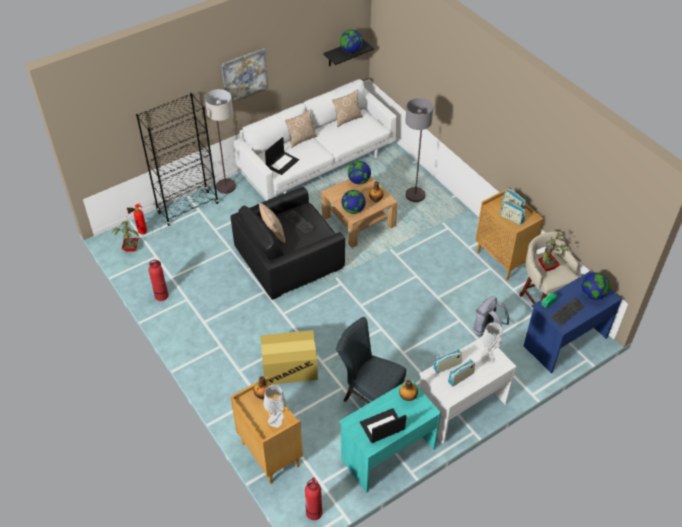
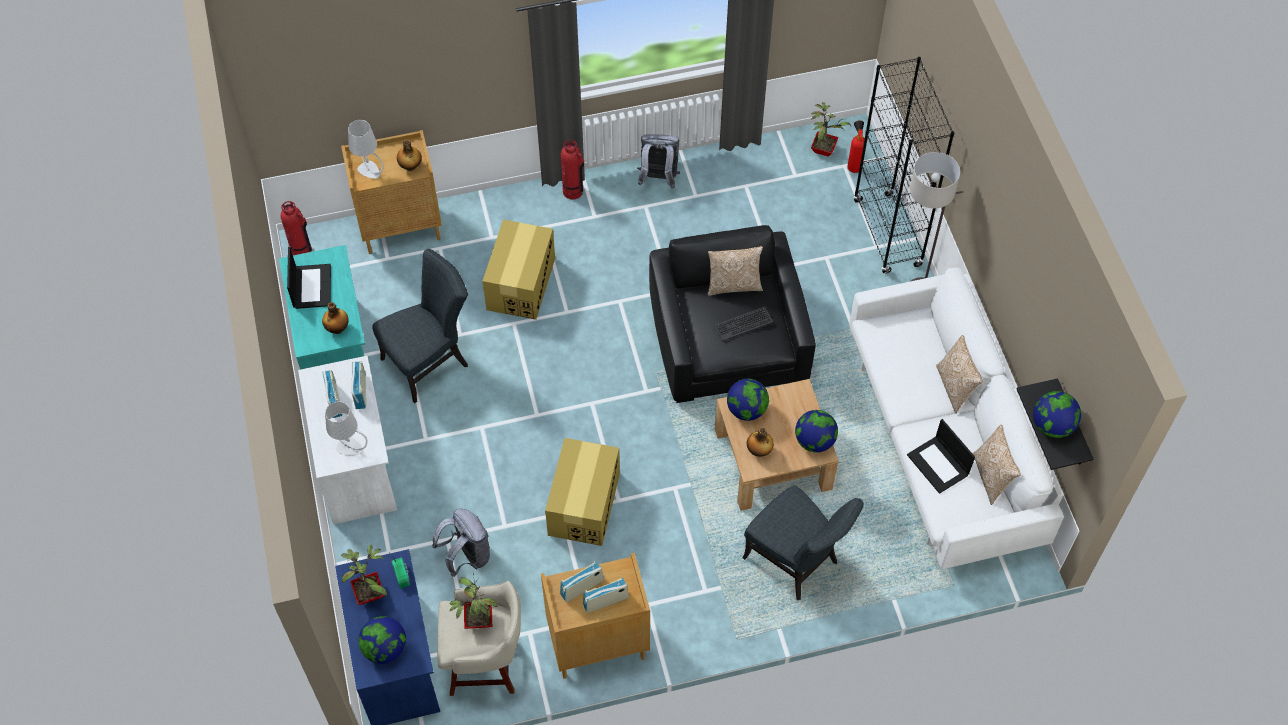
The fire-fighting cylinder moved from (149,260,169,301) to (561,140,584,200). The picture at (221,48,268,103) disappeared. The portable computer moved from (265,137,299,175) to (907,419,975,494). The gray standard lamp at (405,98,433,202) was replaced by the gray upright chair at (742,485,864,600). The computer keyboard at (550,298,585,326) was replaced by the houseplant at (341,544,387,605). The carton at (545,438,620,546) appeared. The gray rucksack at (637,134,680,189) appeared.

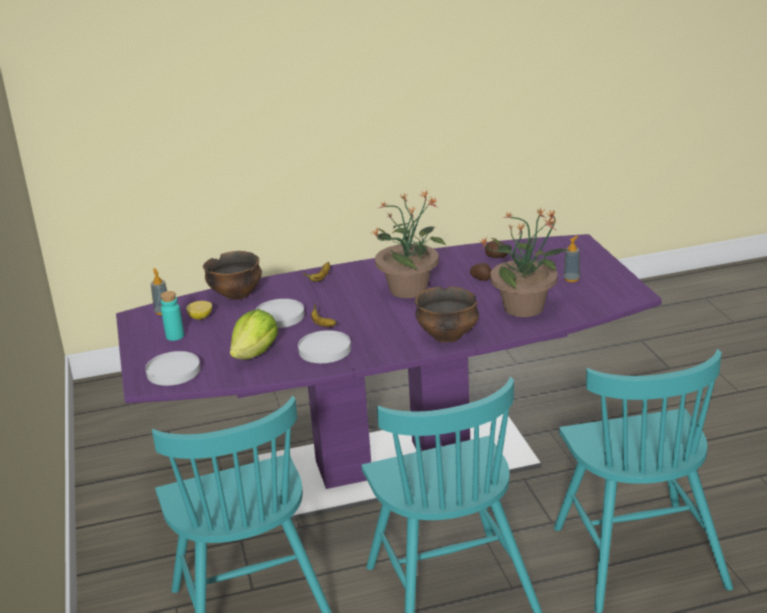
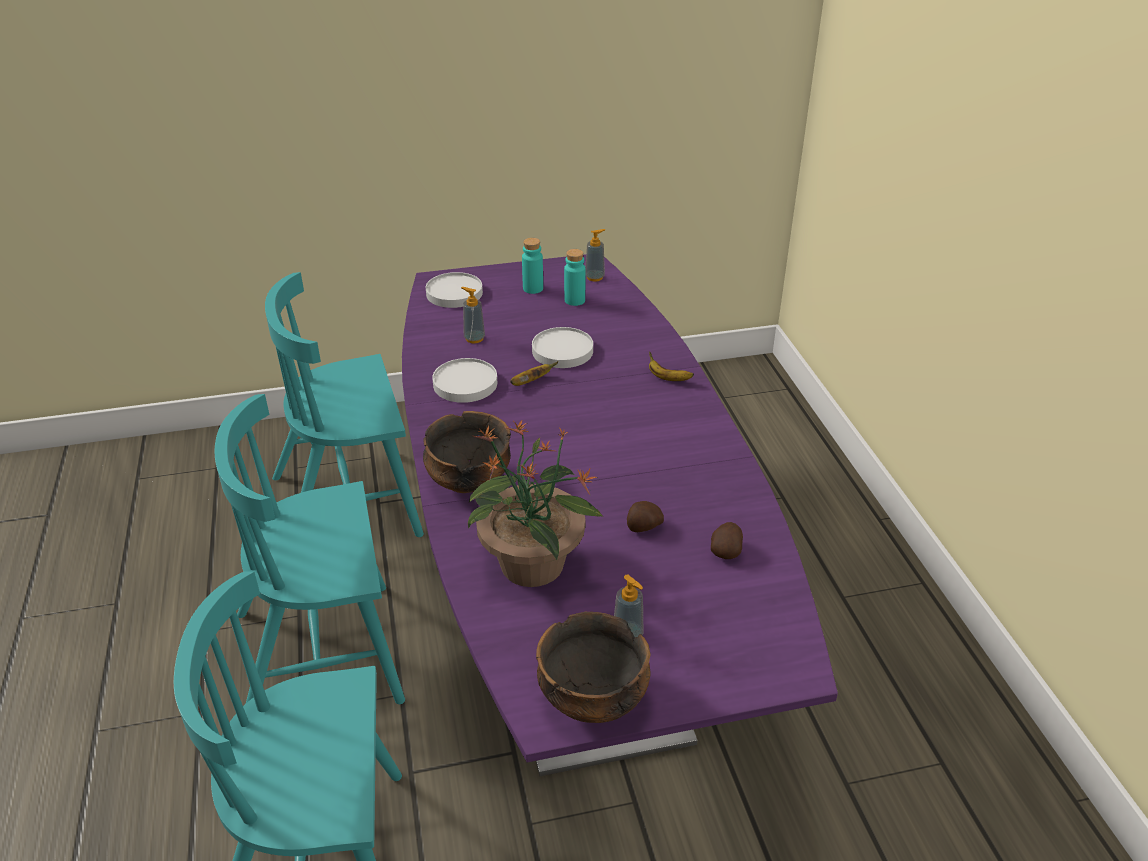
The citrus fruit at (186,301,212,320) was replaced by the blue-green bottle at (564,249,586,306). The bowl moved from (203,251,262,300) to (536,612,651,723). The lettuce at (230,309,278,360) was replaced by the liquid soap bottle at (461,287,485,344). The houseplant at (372,191,446,298) disappeared.

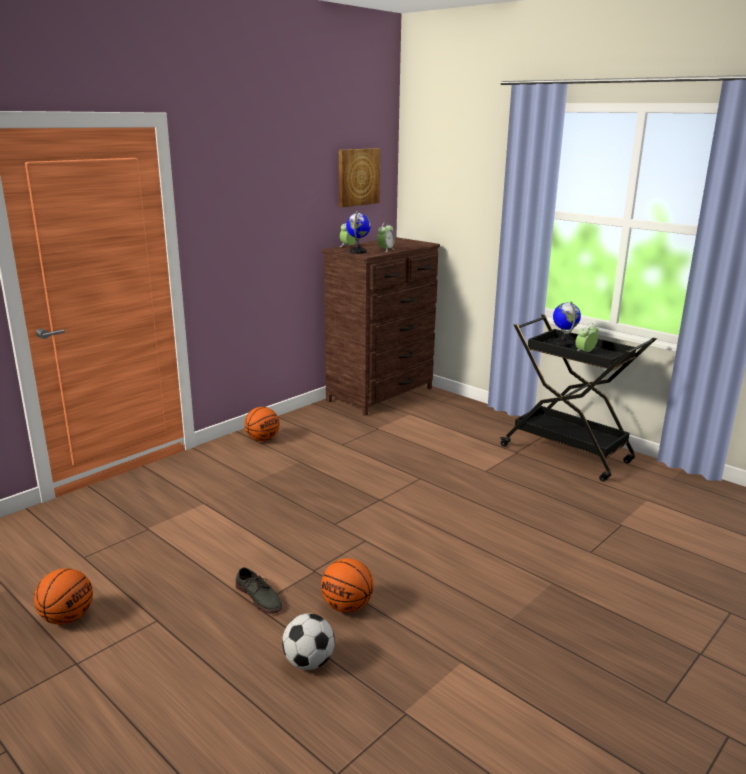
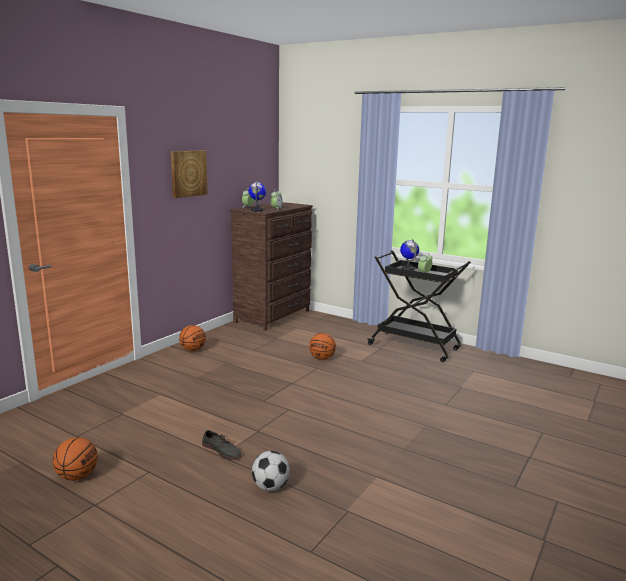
The basketball moved from (321,558,373,613) to (309,333,336,360). The picture moved from (339,148,380,207) to (171,150,208,198).

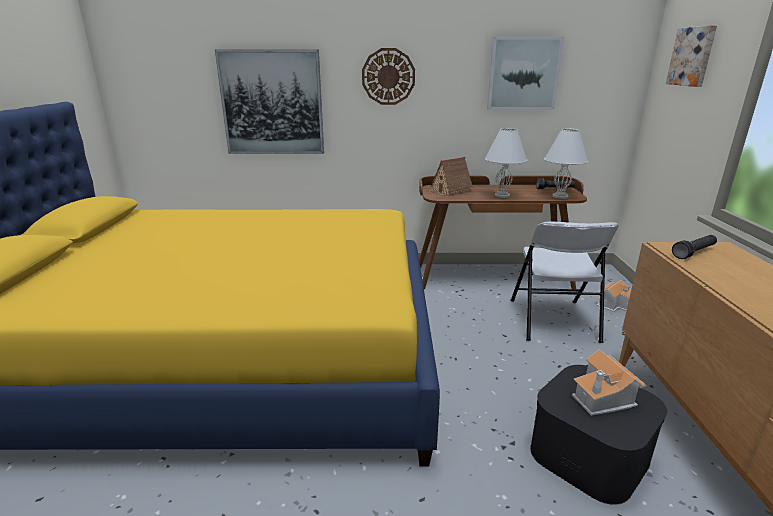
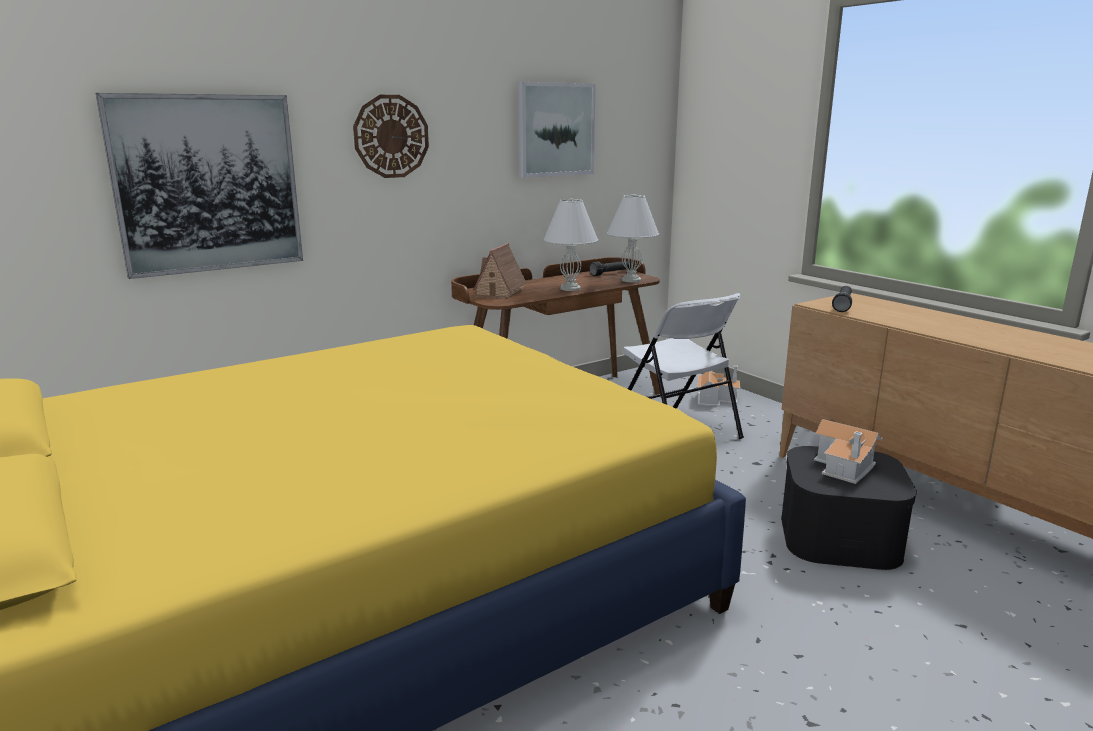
The picture at (666,25,717,87) disappeared.

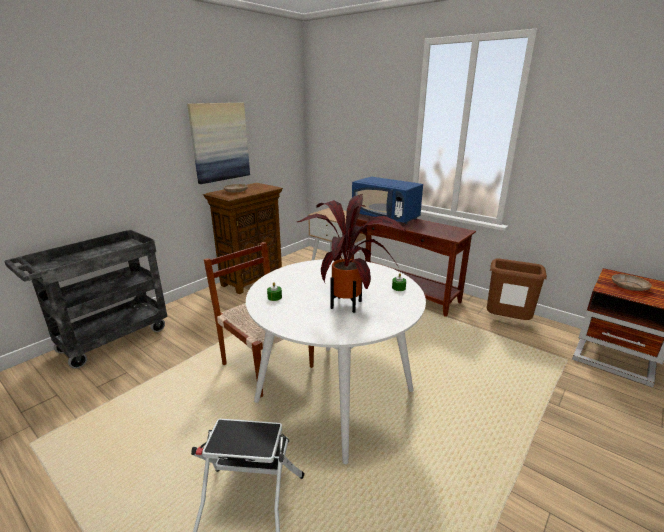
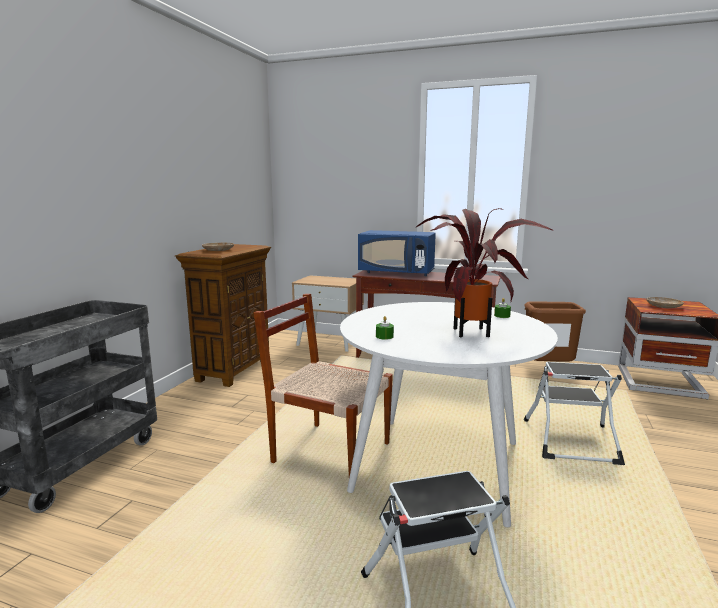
The picture at (187,103,250,184) disappeared. The step ladder at (524,362,625,465) appeared.

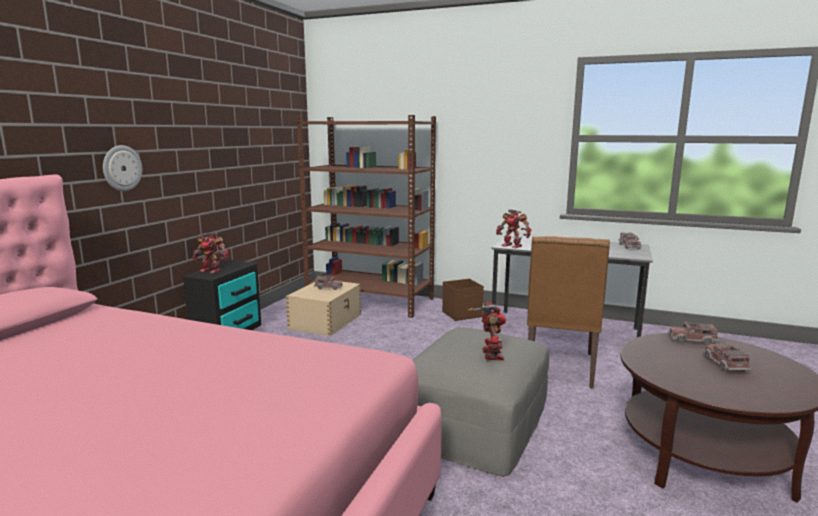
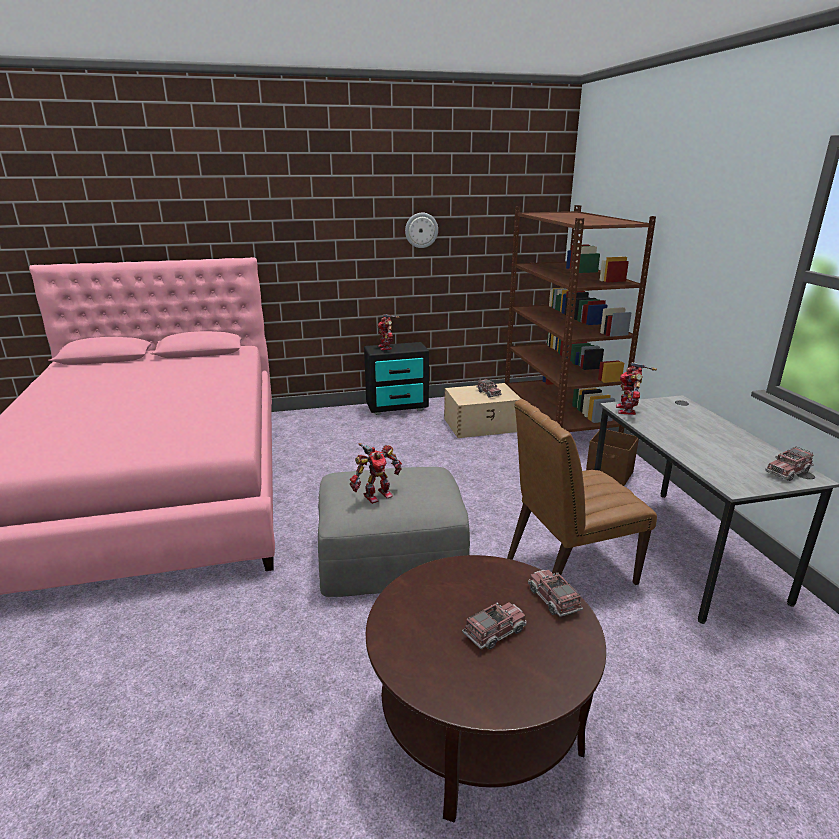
The clock on the wall moved from (103,145,142,191) to (405,213,438,248).

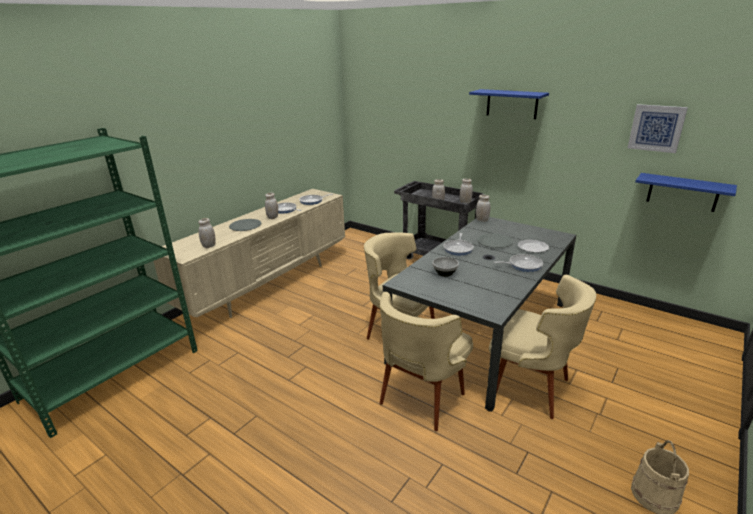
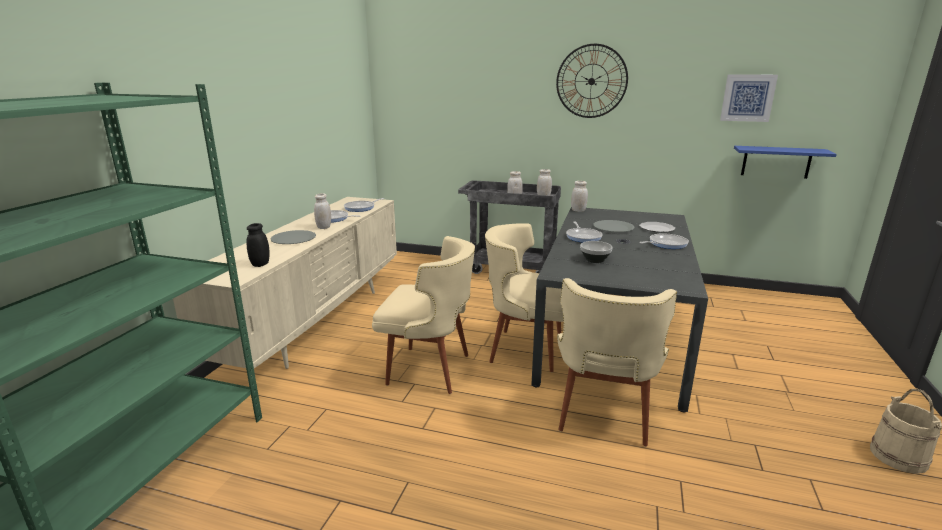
The whitish storage jar at (198,218,216,248) became the blackish storage jar at (246,223,270,267). The blue-coloured wall shelf at (469,89,549,119) was replaced by the clock on the wall at (556,44,628,118). The beige upright chair moved from (489,274,596,419) to (372,236,475,394).

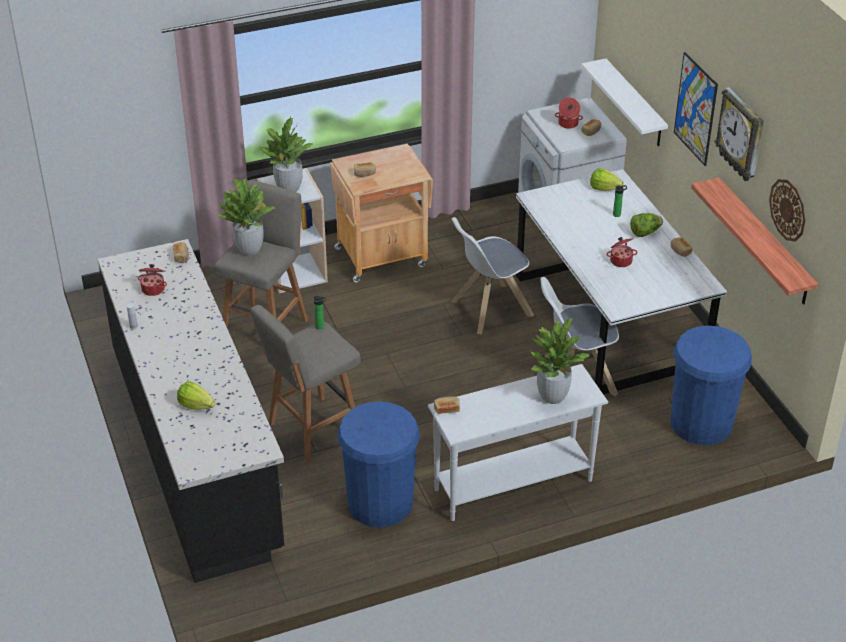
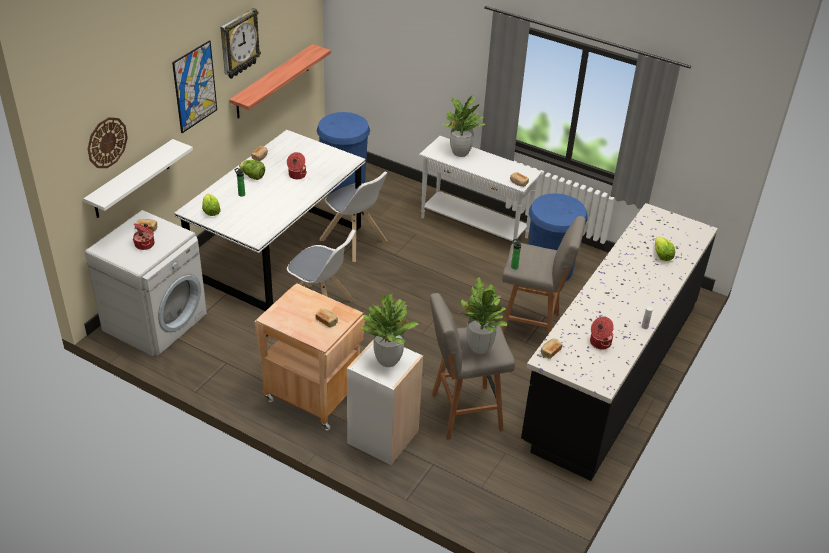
The clock on the wall moved from (769,179,806,242) to (88,117,128,168).

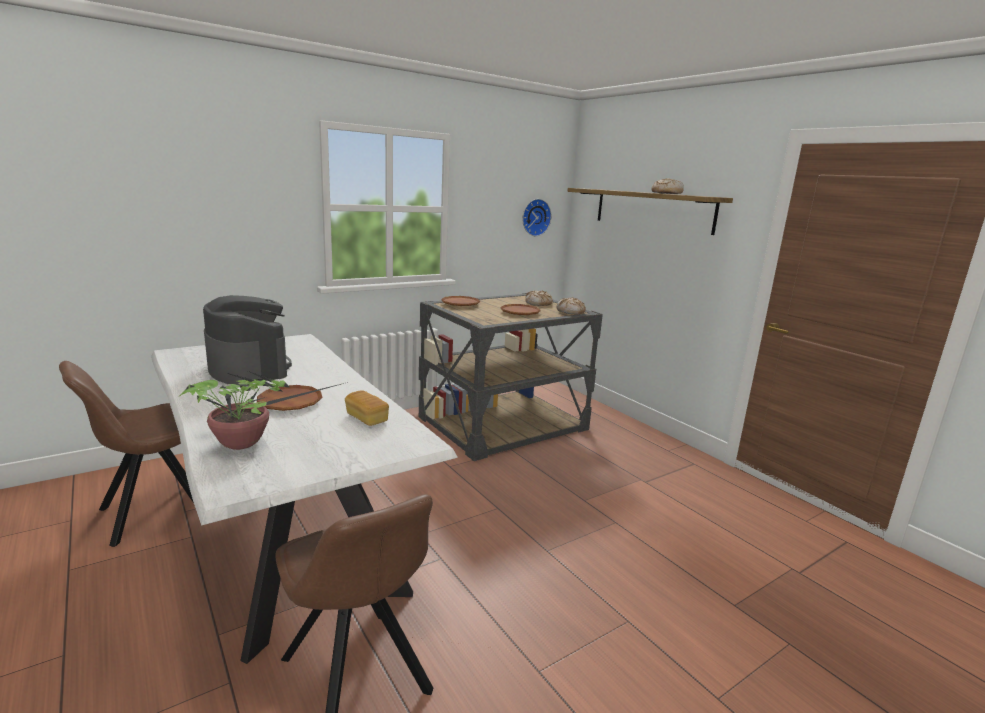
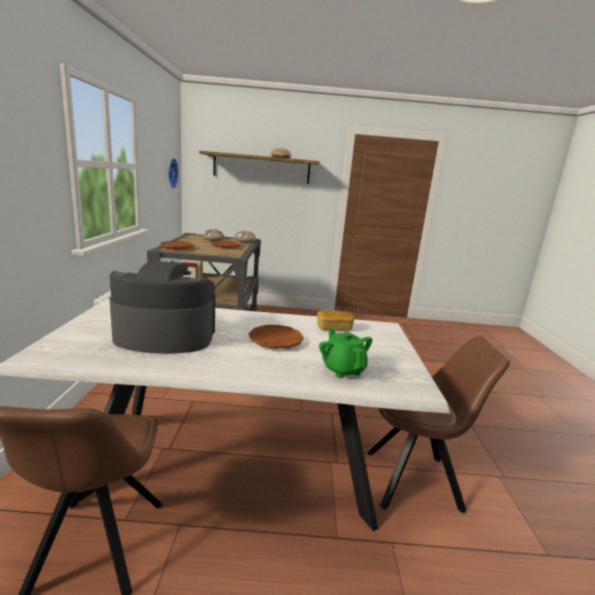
The houseplant at (179,371,348,450) was replaced by the green-coloured pot for tea at (319,328,372,378).

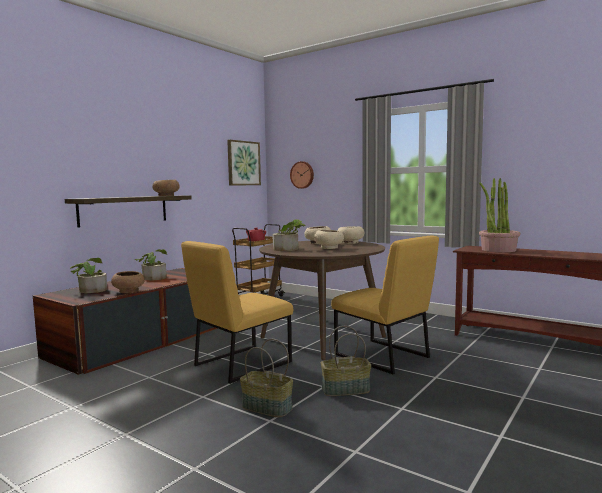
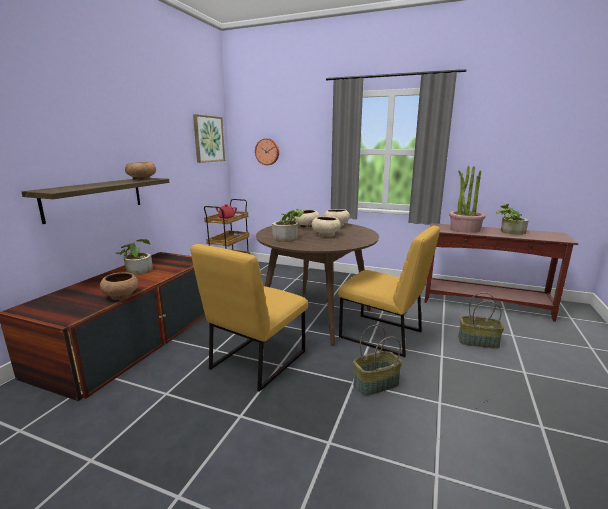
The houseplant moved from (70,258,107,293) to (496,204,529,235). The storage basket moved from (240,339,293,418) to (458,292,504,349).

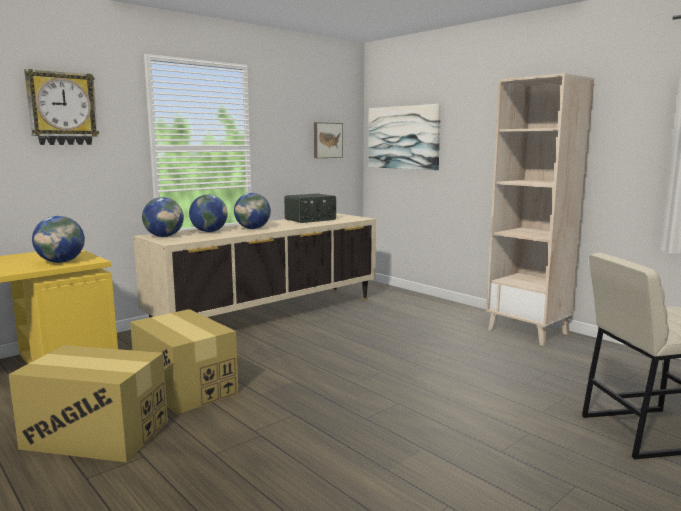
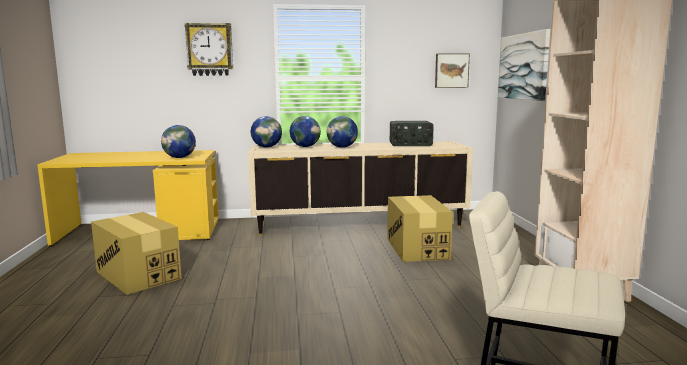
The carton moved from (130,309,238,415) to (387,195,453,262).

